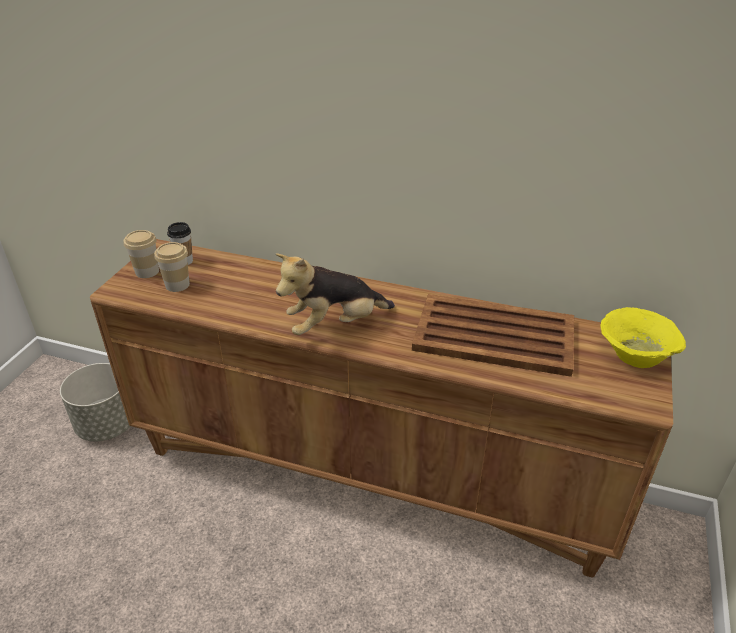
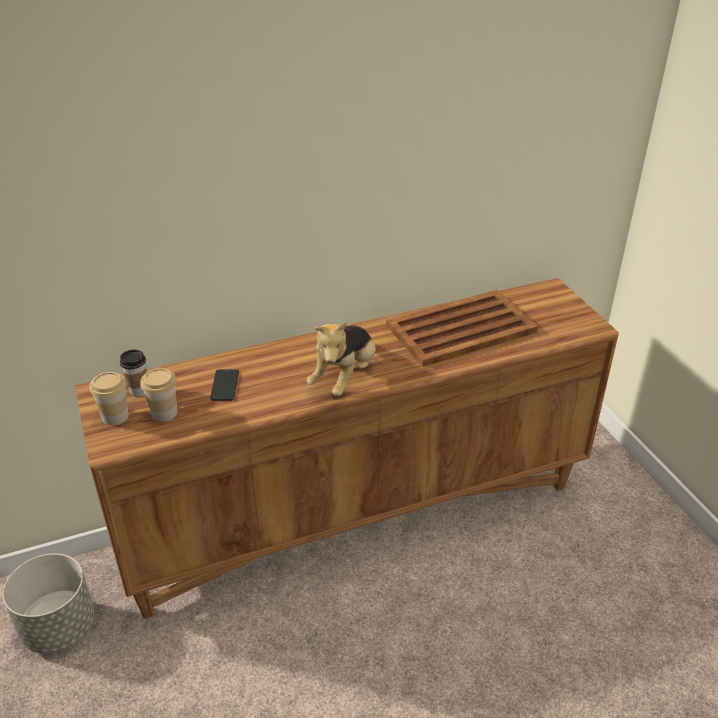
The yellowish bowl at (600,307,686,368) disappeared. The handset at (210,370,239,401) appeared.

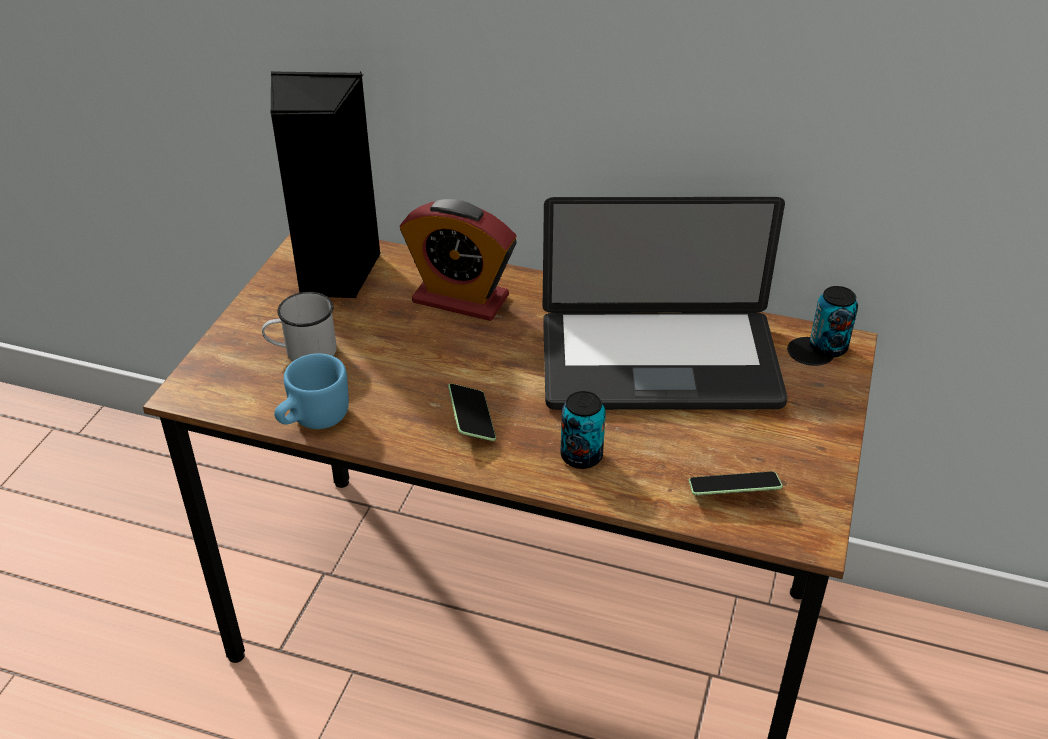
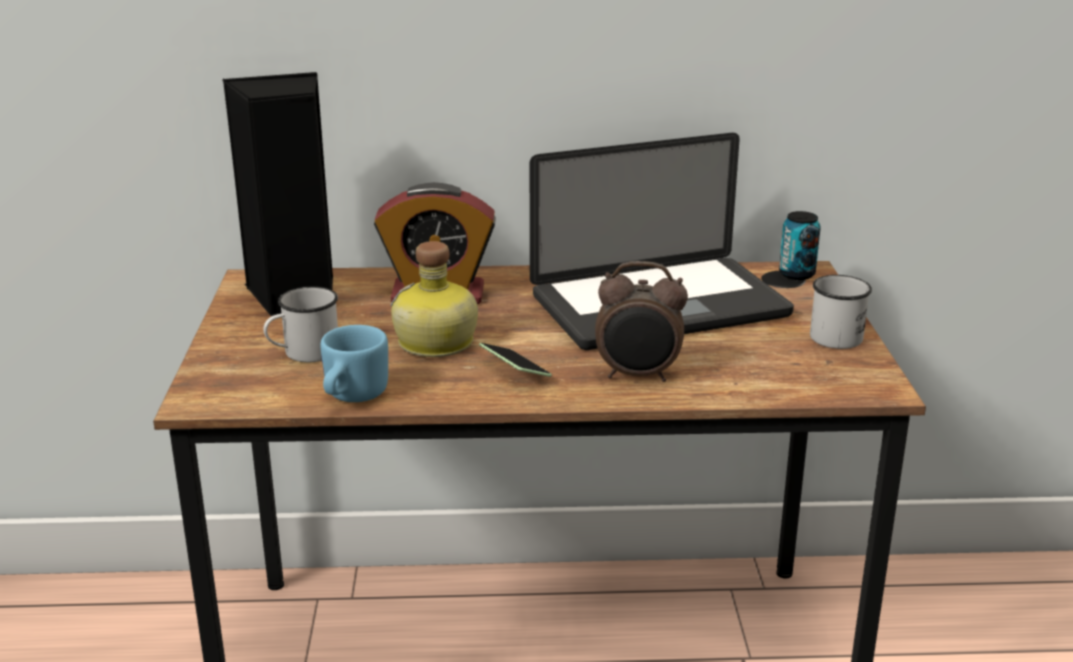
The can at (561,391,606,469) was replaced by the alarm clock at (595,261,688,382). The handset at (689,471,783,495) disappeared. The bottle at (390,241,478,357) appeared. The whitish coffee mug at (810,275,872,349) appeared.

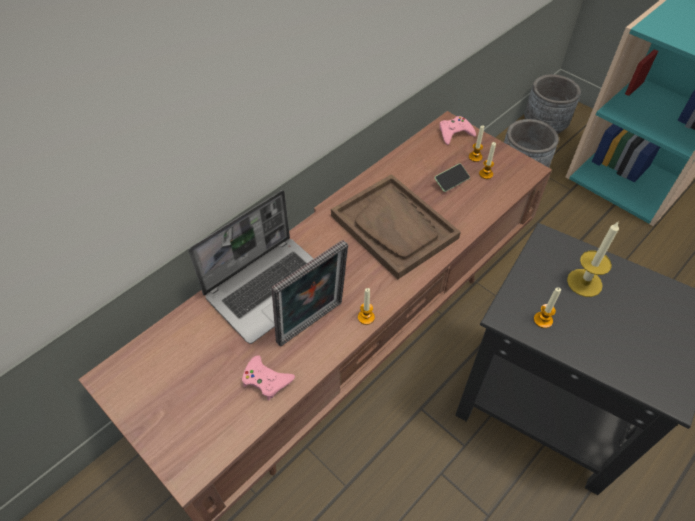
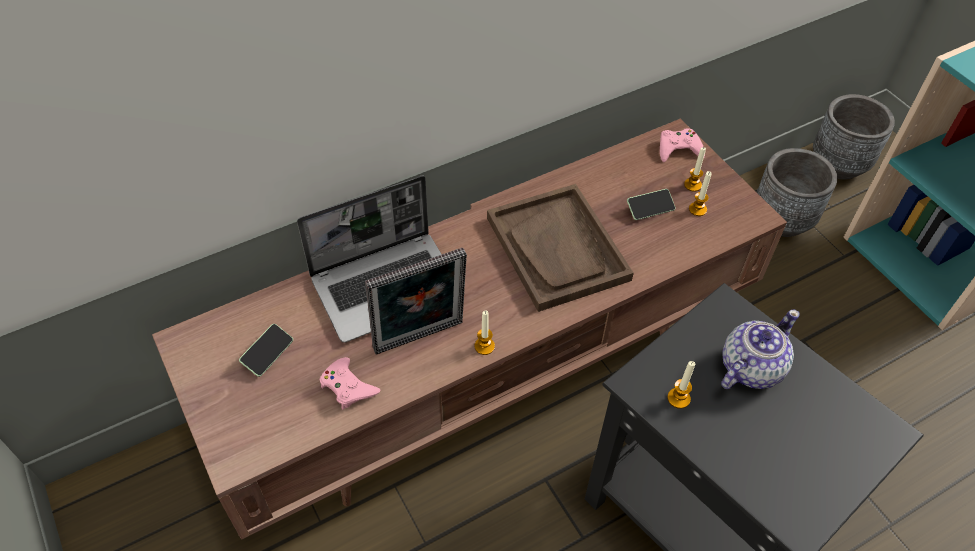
The wax light at (567,222,619,297) was replaced by the pot for tea at (721,310,799,389). The handset at (239,324,293,377) appeared.

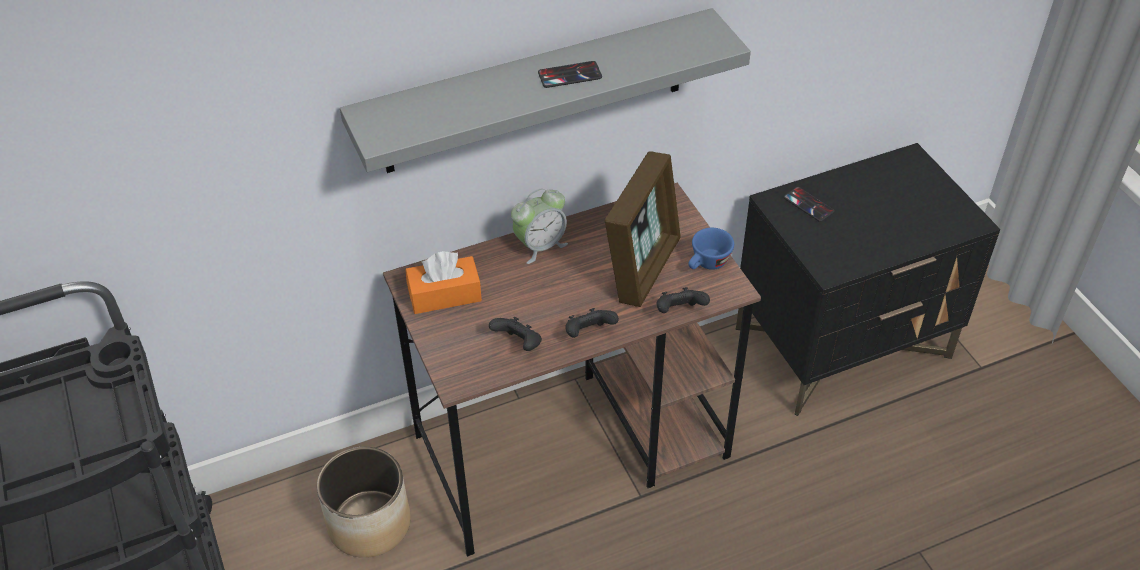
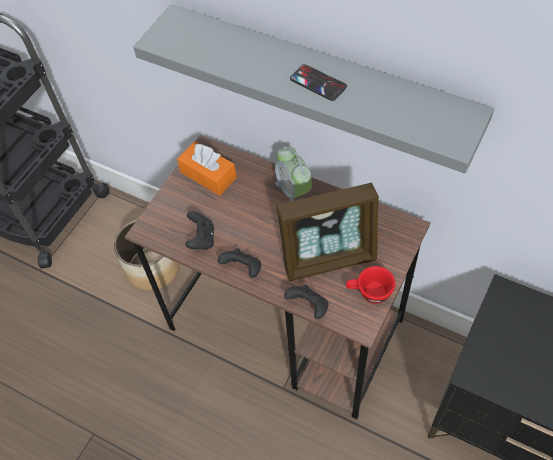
The alarm clock at (511,188,568,264) turned 45 degrees clockwise. The blue-coloured drinking cup at (688,228,734,270) became the reddish drinking cup at (346,266,396,304). The handset at (784,187,835,222) disappeared.

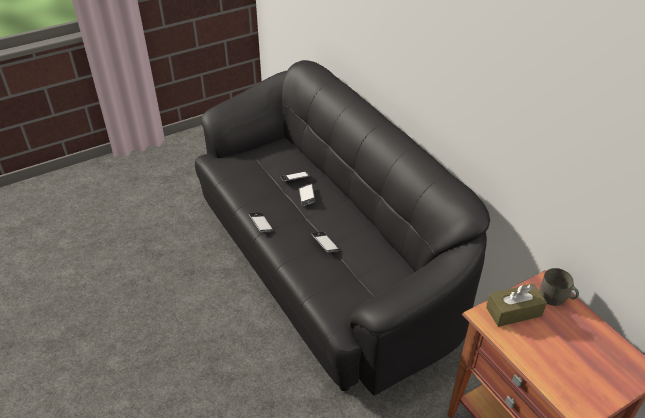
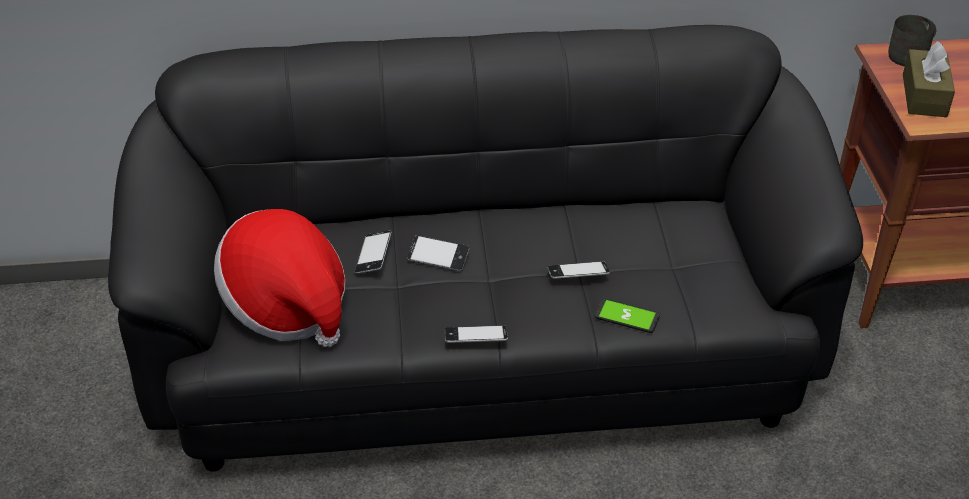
The hat at (214,209,345,347) appeared. The handset at (595,299,660,333) appeared.

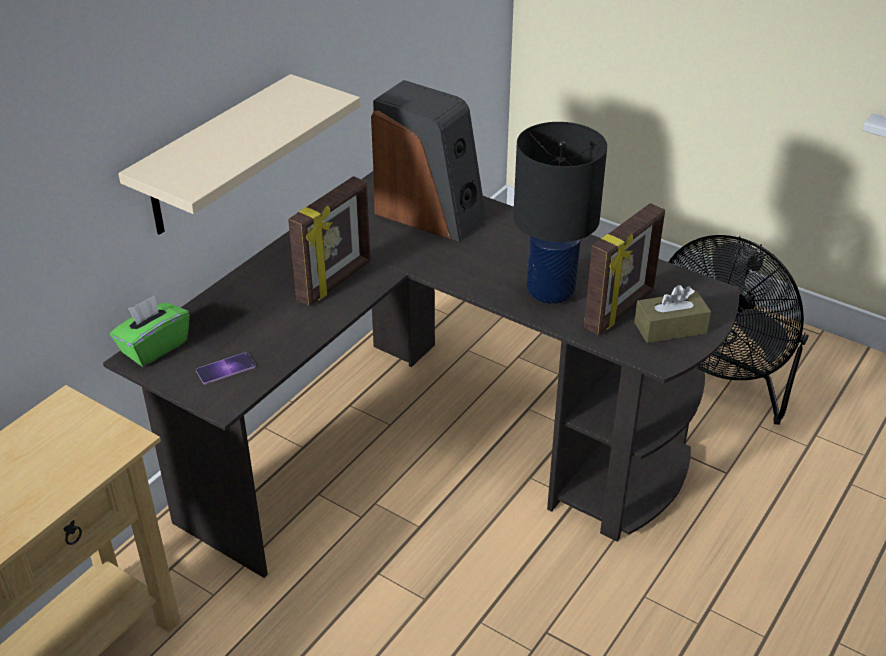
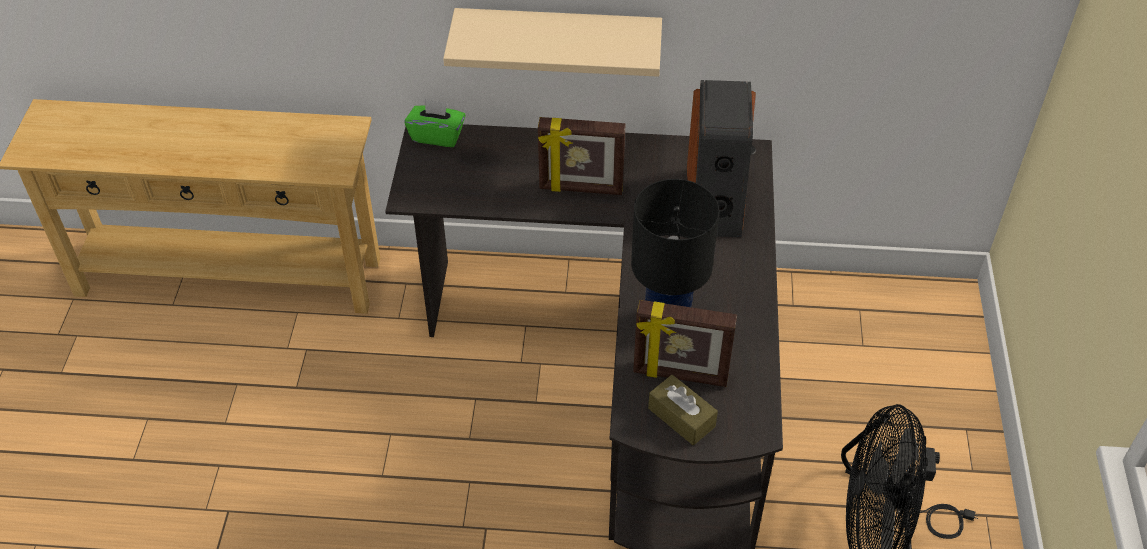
The handset at (196,352,256,384) disappeared.

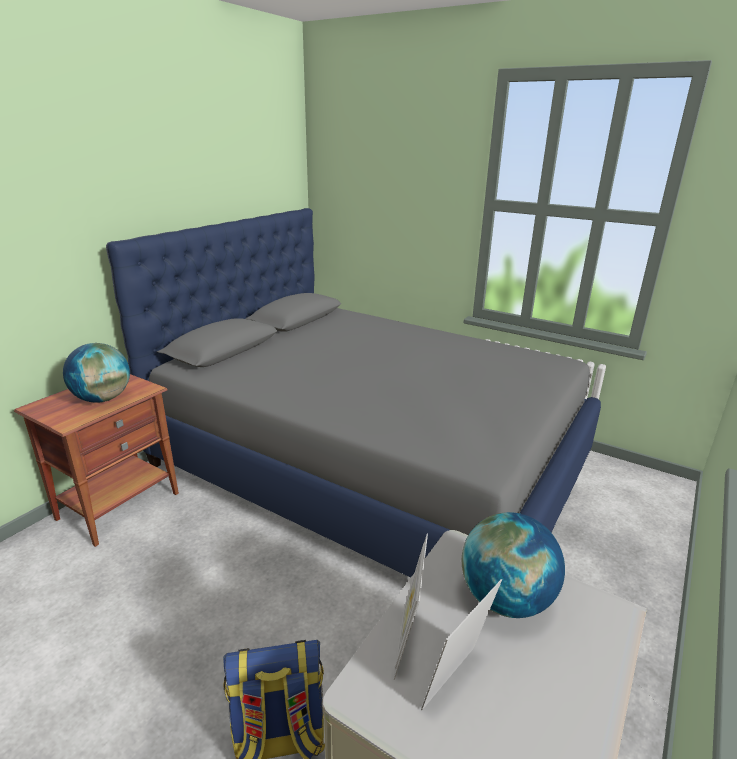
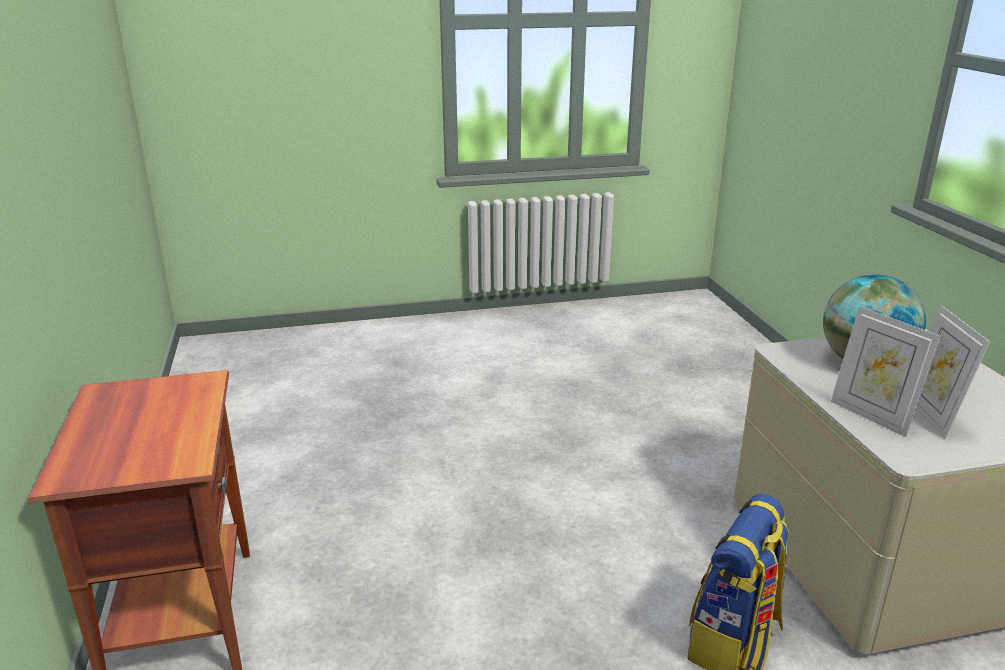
The desk globe at (63,343,130,403) disappeared. The gray bed at (106,208,601,578) disappeared.

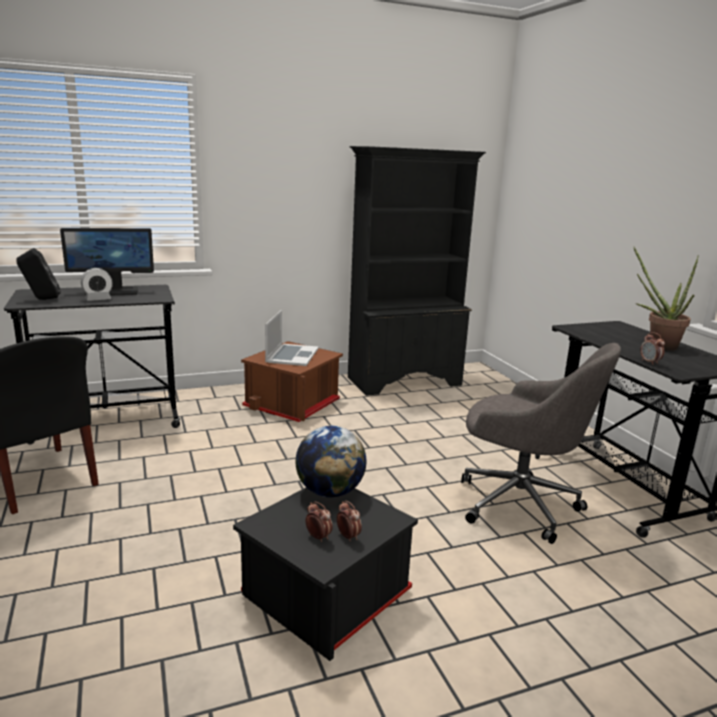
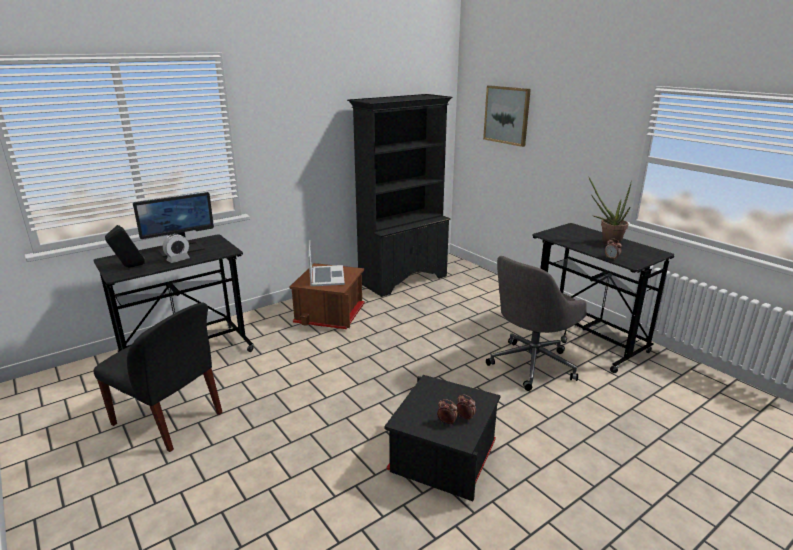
The desk globe at (296,426,366,498) disappeared. The gray office chair at (461,343,621,544) turned 120 degrees clockwise. The picture at (483,85,531,147) appeared.

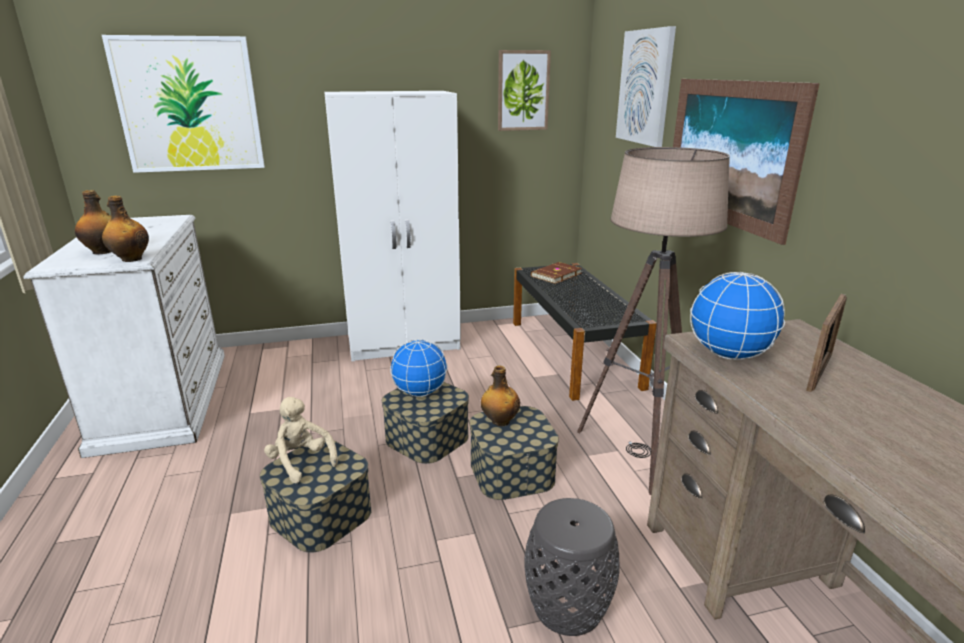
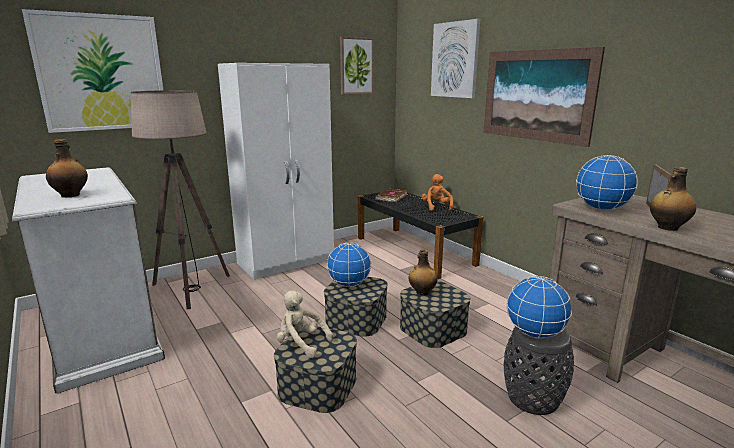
The bottle moved from (102,196,149,262) to (650,167,696,231). The standard lamp moved from (577,147,730,495) to (131,90,230,309). The orangey soft toy at (422,174,453,211) appeared. The desk globe at (506,276,572,339) appeared.

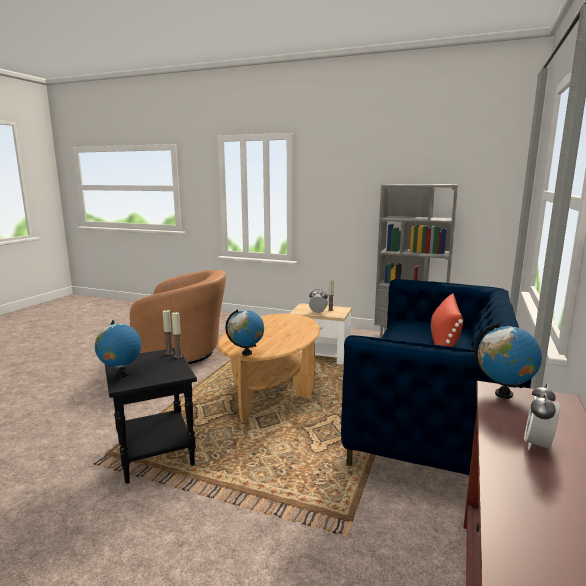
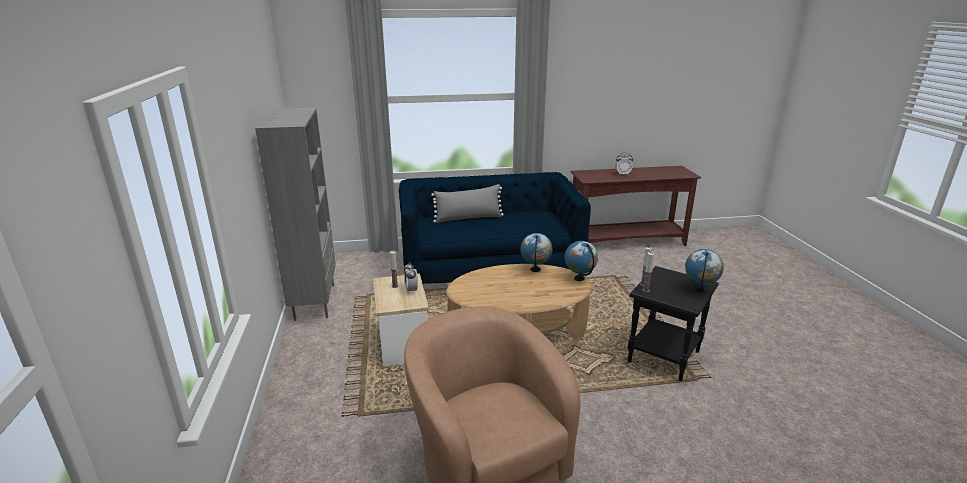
The reddish pillow at (431,293,463,347) became the gray pillow at (431,184,504,223). The desk globe moved from (474,323,542,399) to (520,233,553,272).

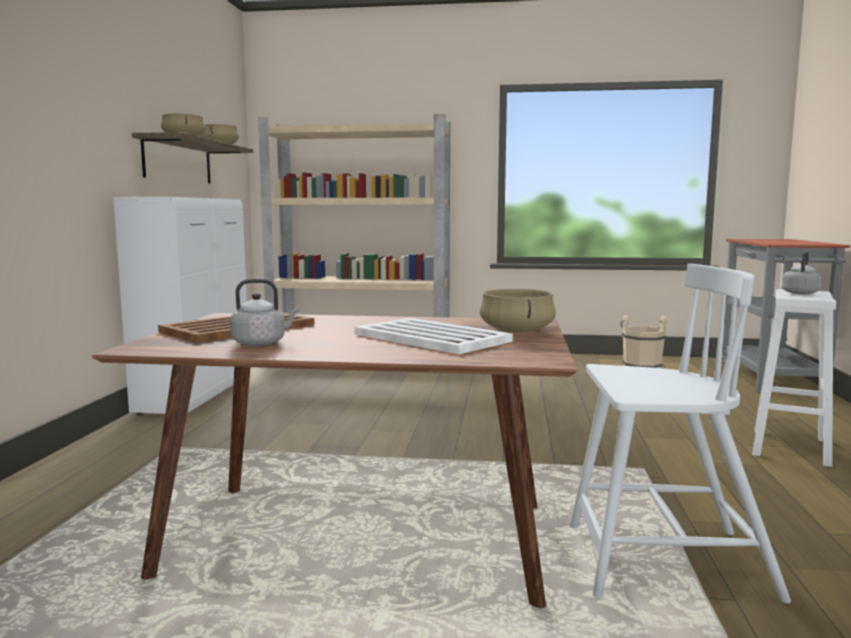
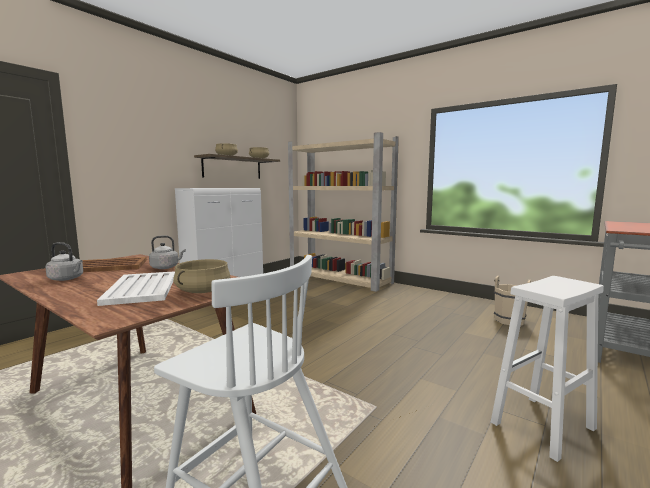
The gray water kettle moved from (782,251,821,294) to (149,236,186,269).

